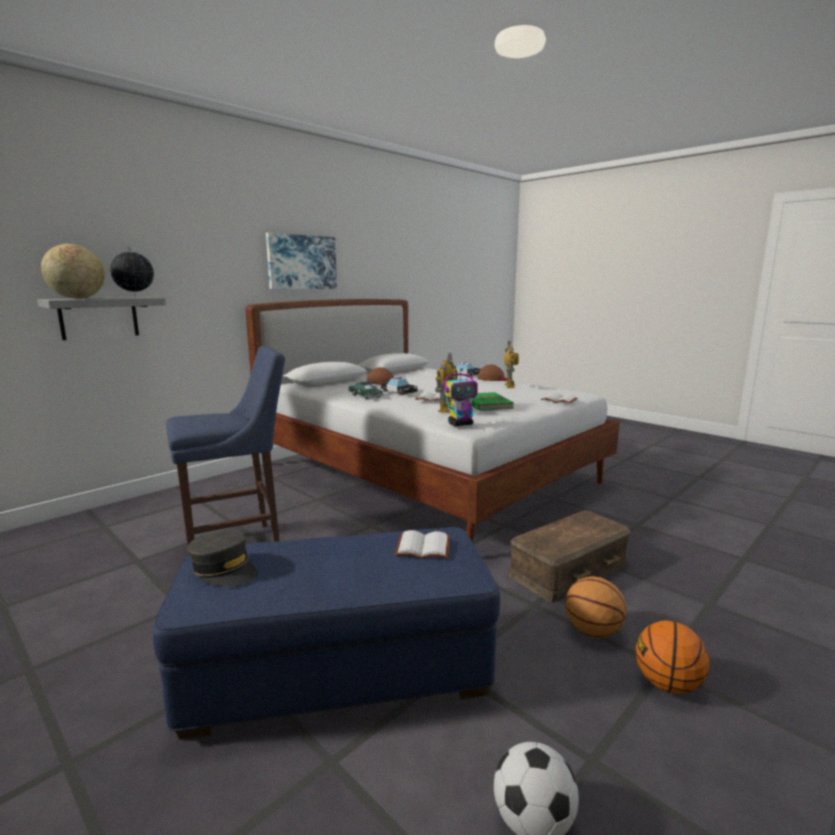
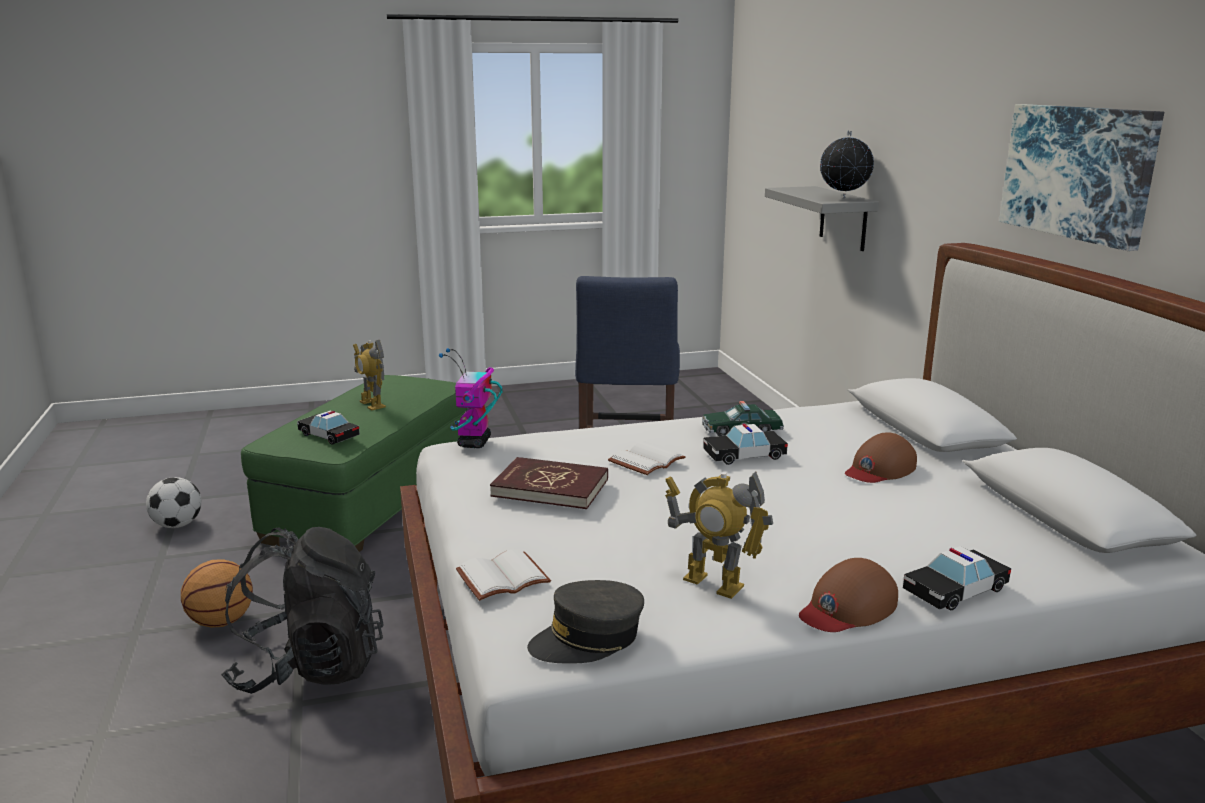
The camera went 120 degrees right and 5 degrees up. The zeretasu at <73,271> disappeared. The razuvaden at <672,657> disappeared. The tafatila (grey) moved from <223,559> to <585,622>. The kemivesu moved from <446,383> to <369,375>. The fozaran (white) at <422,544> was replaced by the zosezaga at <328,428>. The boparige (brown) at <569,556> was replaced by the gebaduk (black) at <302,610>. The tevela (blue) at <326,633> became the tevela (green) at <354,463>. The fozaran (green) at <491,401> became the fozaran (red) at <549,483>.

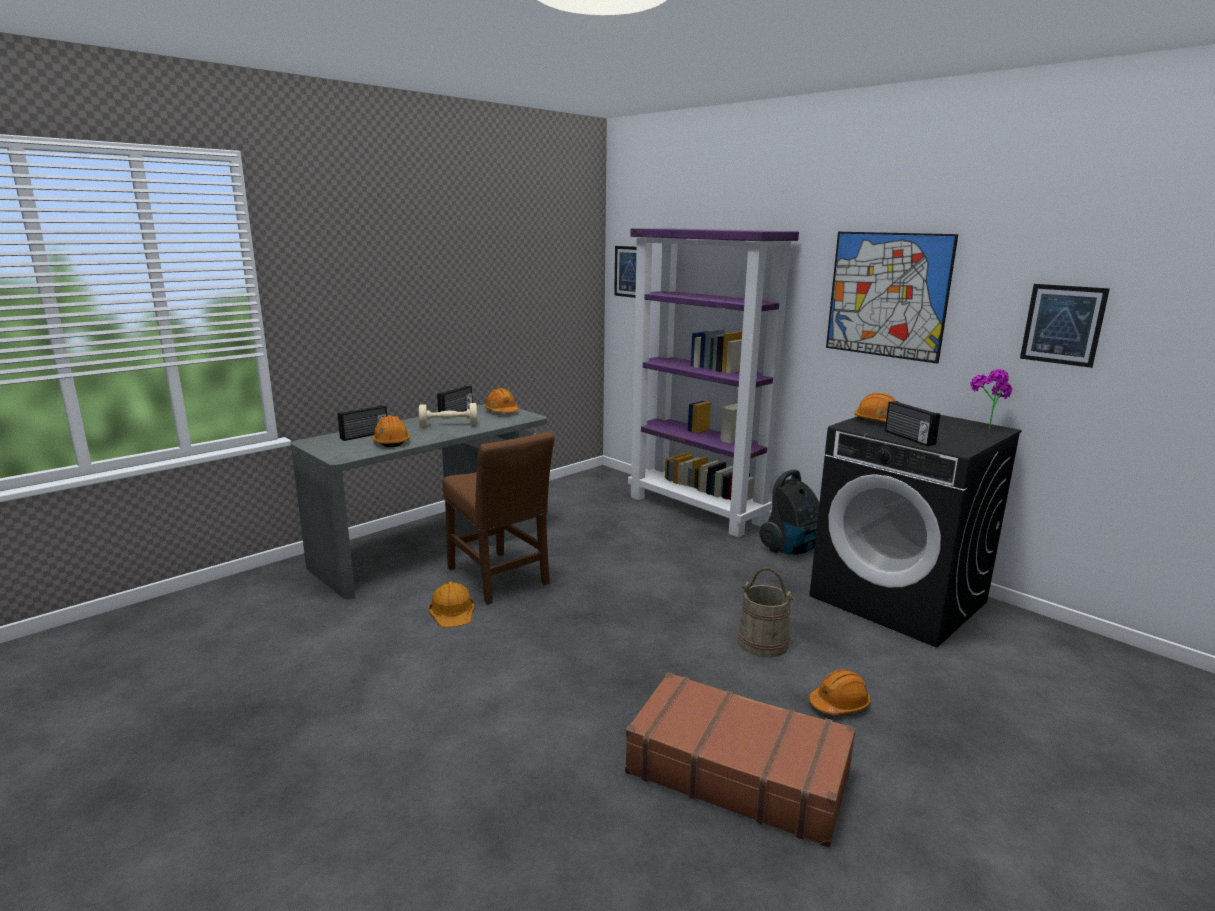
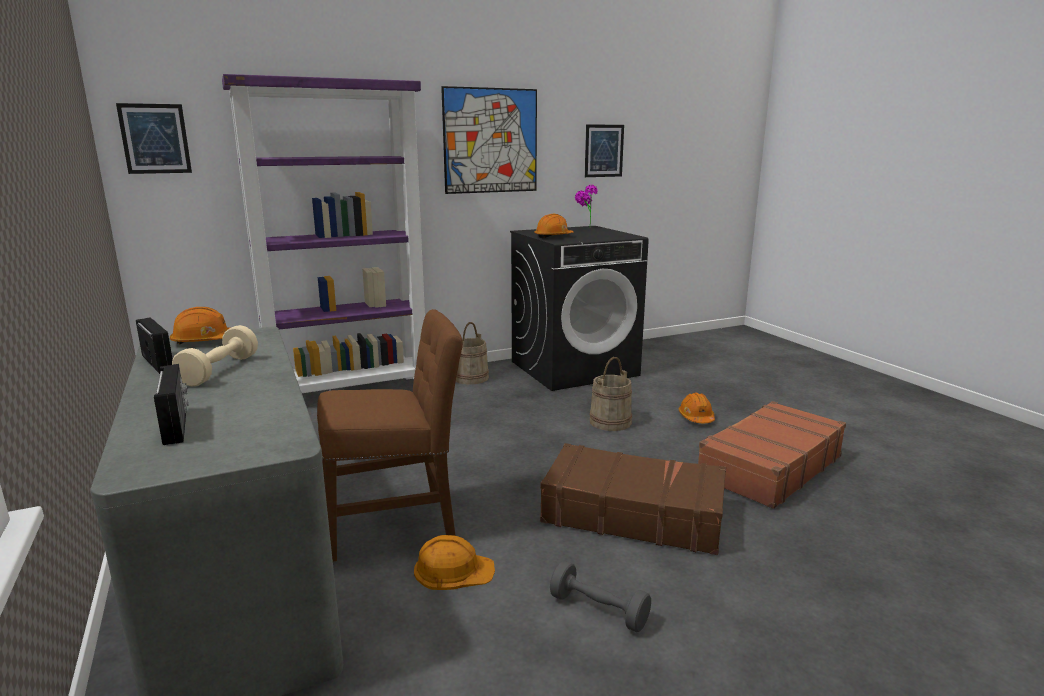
The camera went 70 degrees left and 0 degrees up. The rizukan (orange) at <391,431> disappeared. The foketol at <912,423> disappeared. The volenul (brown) at <633,499> appeared. The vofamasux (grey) at <600,596> appeared. The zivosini at <789,512> was replaced by the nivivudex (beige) at <472,353>.

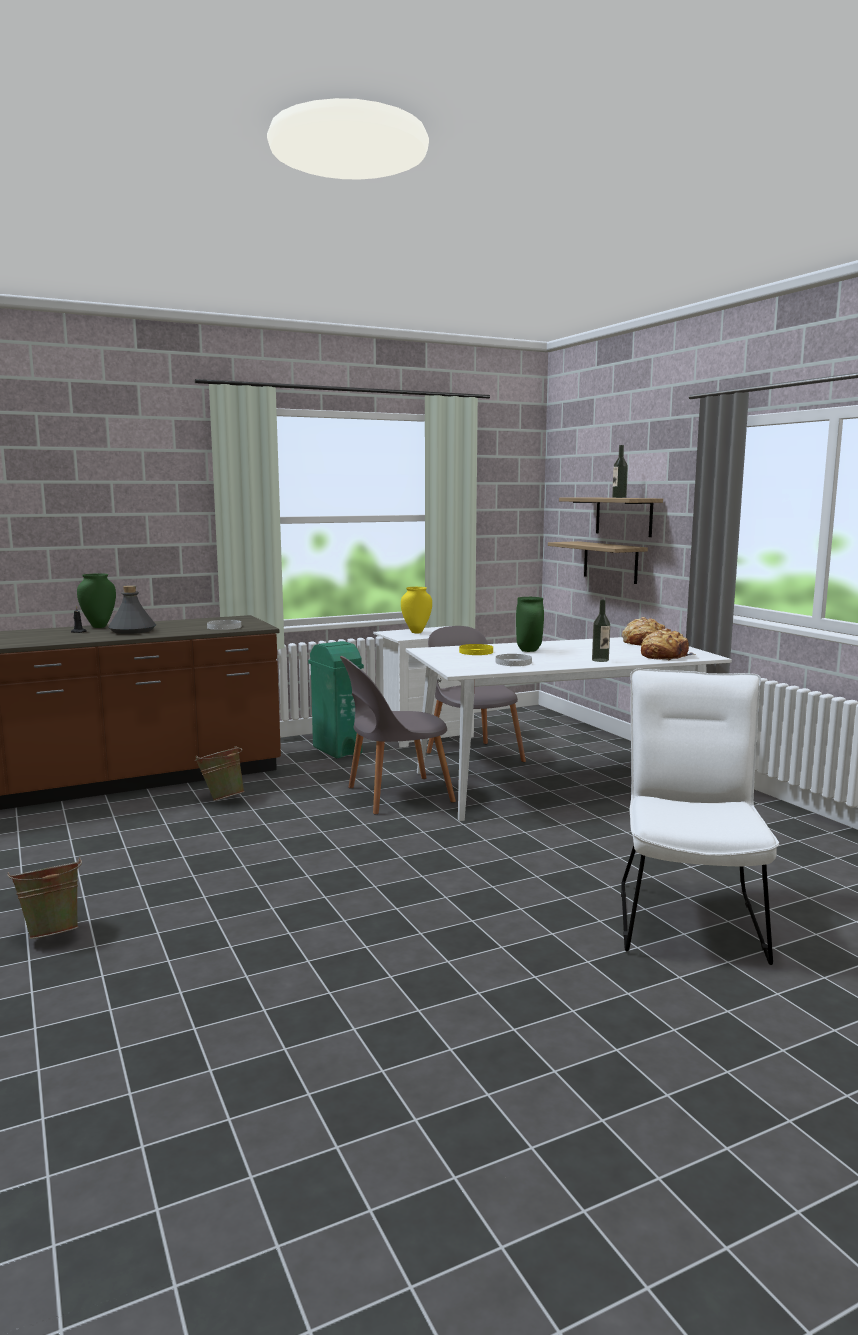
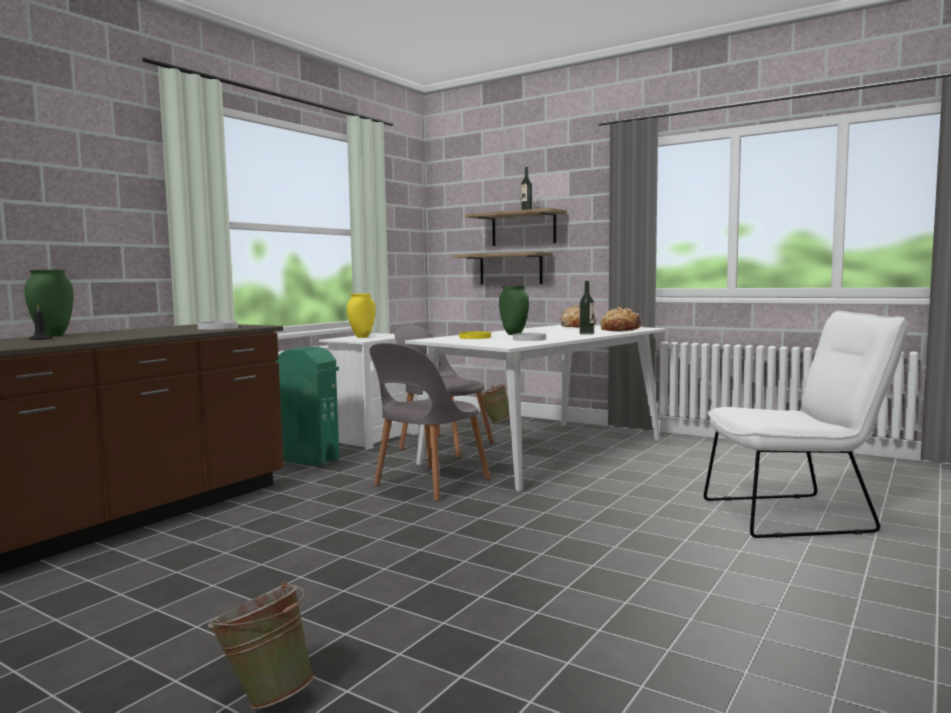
The camera went 30 degrees left and 5 degrees down. The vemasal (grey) at <132,609> disappeared. The nivivudex (green) moved from <220,773> to <493,403>. The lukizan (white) at <700,816> turned 105 degrees clockwise.

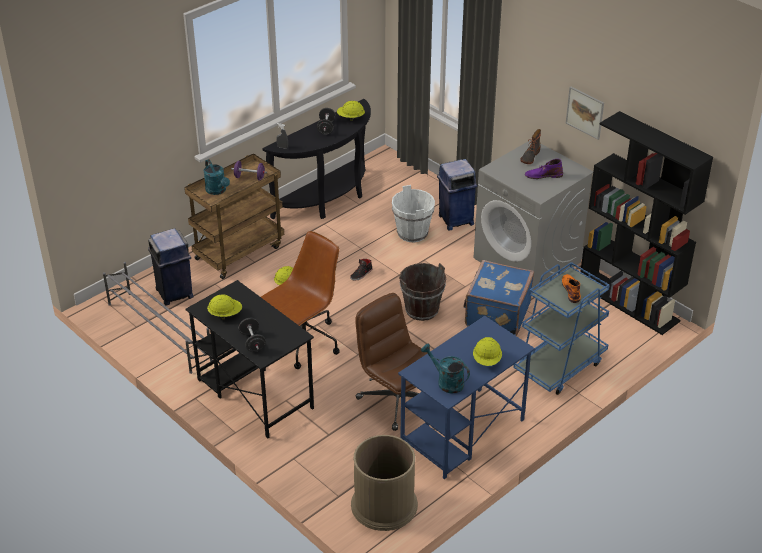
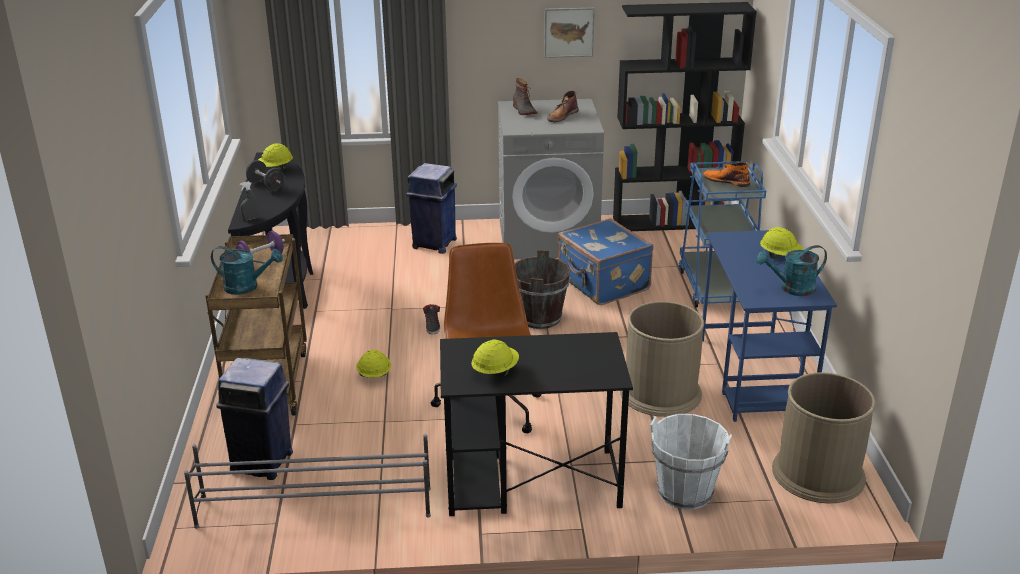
The camera went 50 degrees left and 10 degrees down. The vofamasux (black) at <252,335> disappeared. The nivivudex (white) moved from <413,213> to <691,462>. The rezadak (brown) at <391,362> was replaced by the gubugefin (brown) at <662,359>. The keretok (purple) at <544,169> became the keretok (brown) at <562,106>.

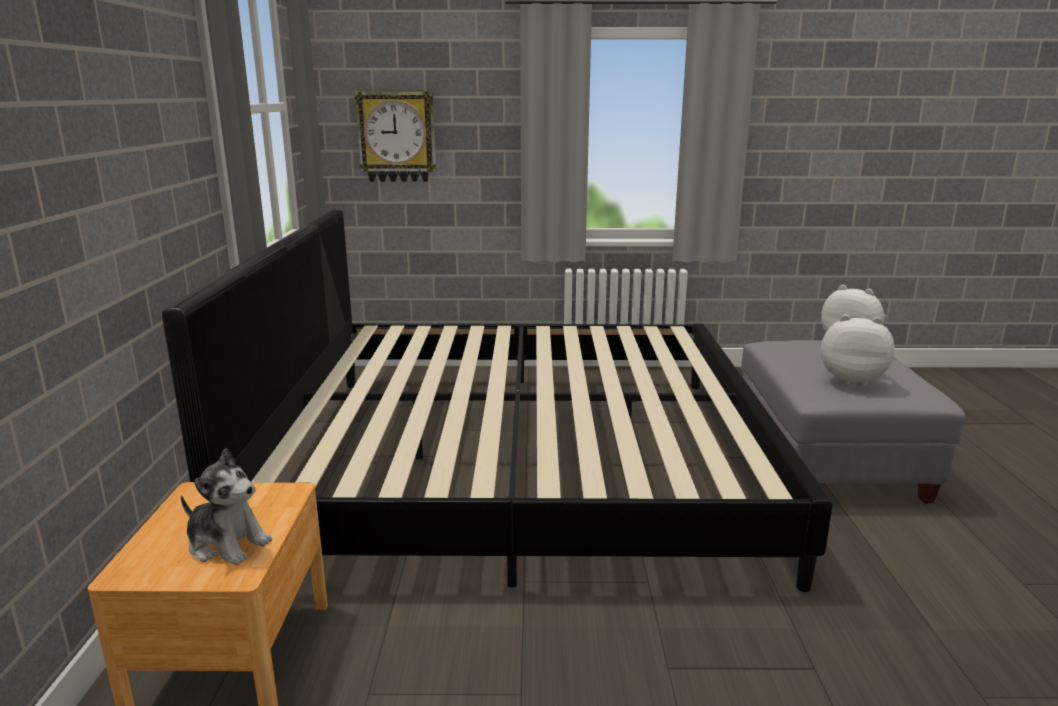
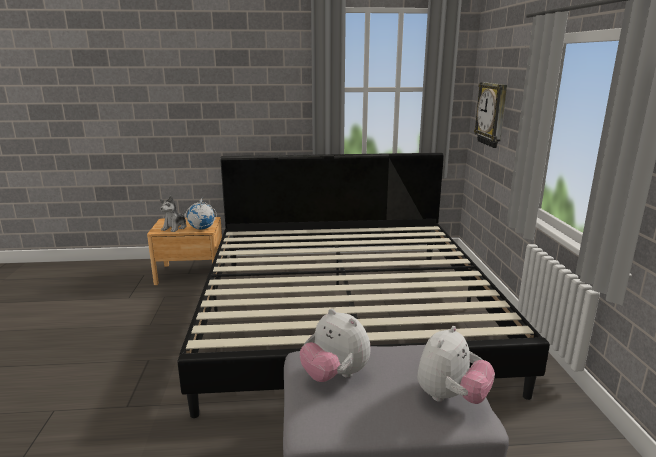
The camera went 85 degrees right and 0 degrees up. The zeretasu at <201,214> appeared. The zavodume at <858,351> turned 120 degrees clockwise.

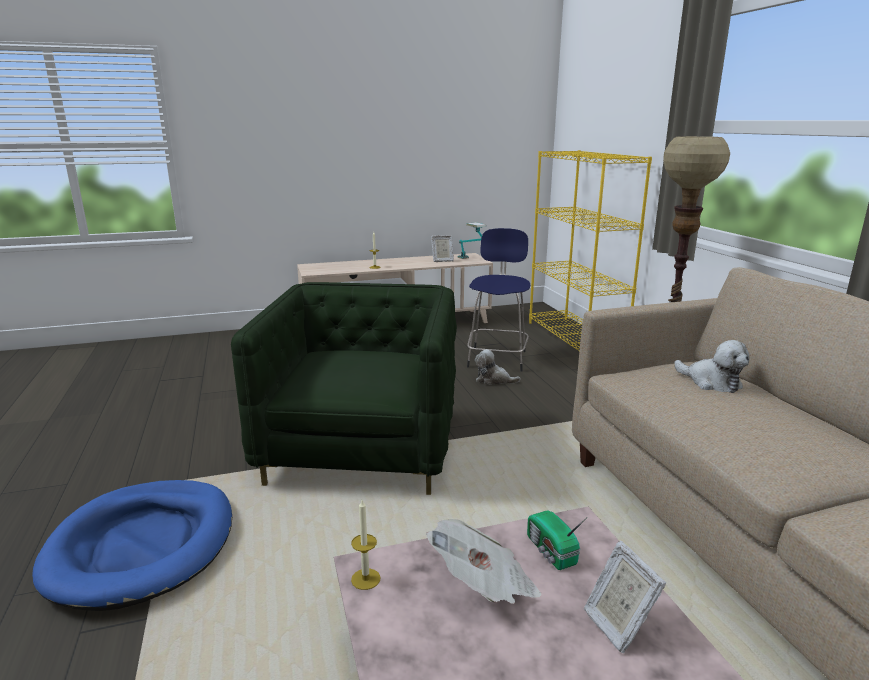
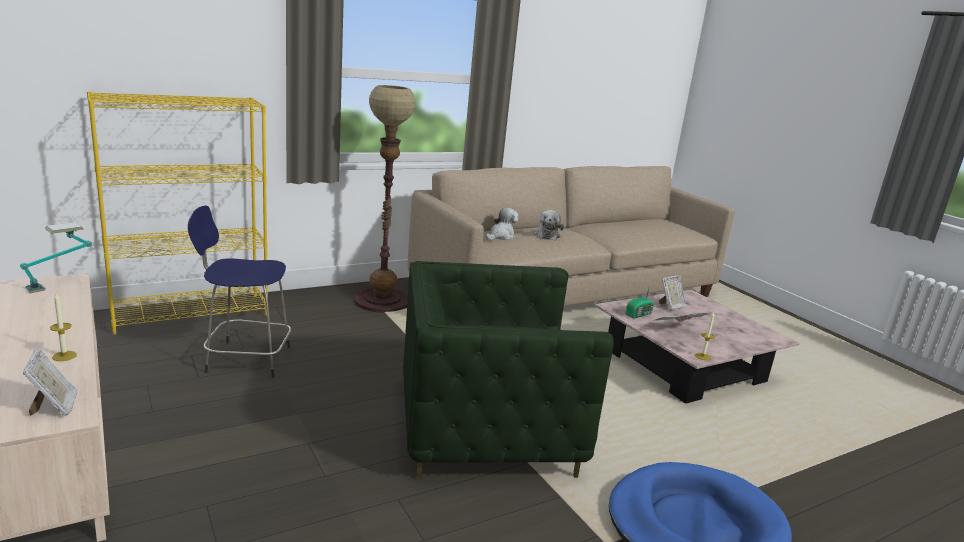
The camera went 105 degrees left and 0 degrees up. The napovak moved from <442,248> to <50,382>. The zavodume moved from <498,367> to <549,225>.

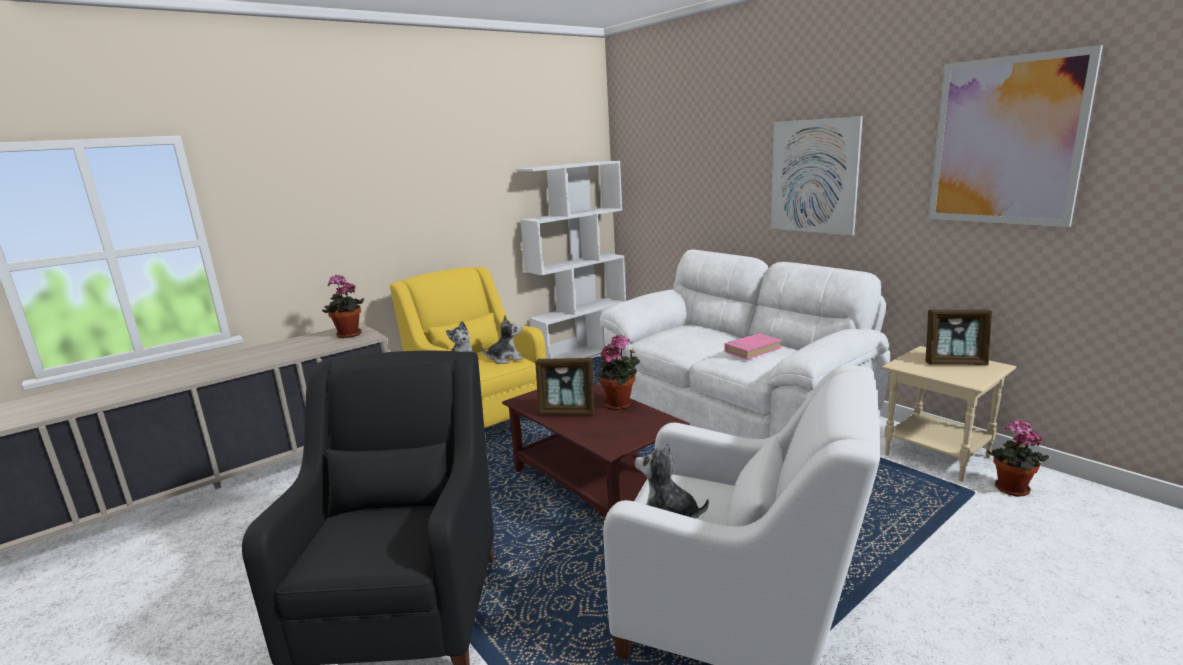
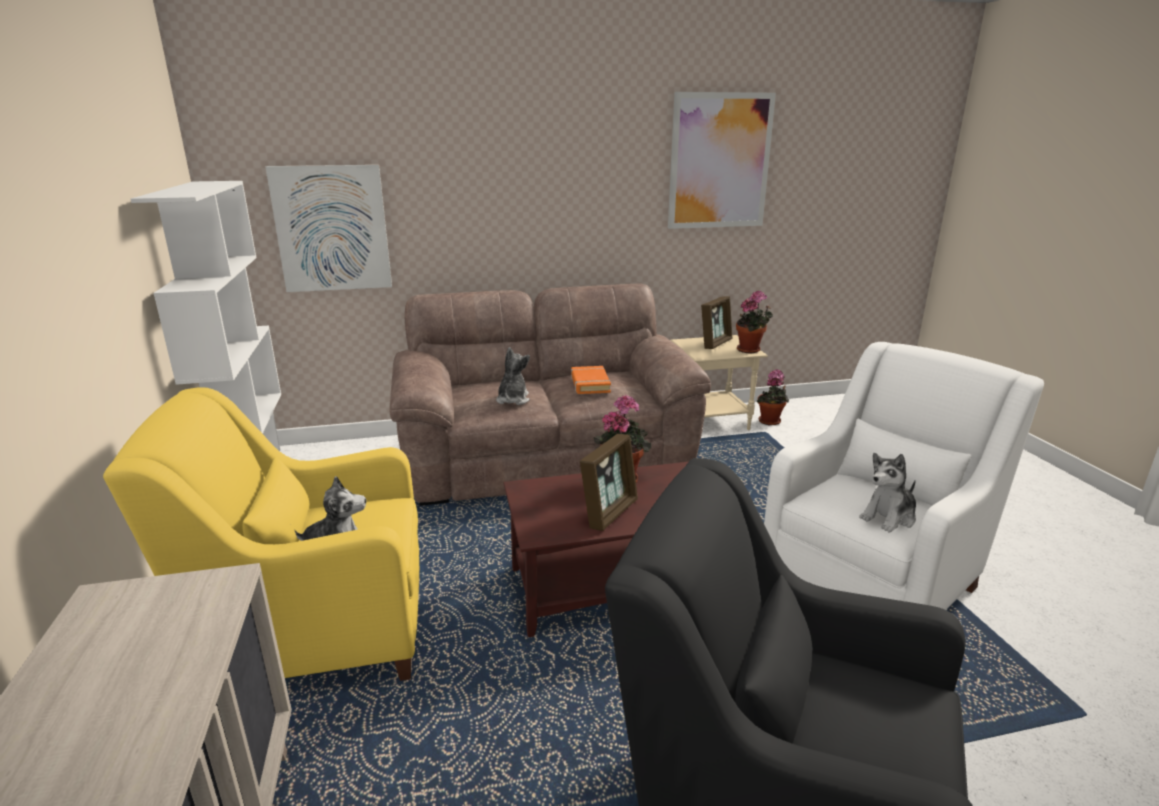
The camera went 65 degrees left and 5 degrees up. The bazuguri moved from <343,306> to <754,322>. The zavodume moved from <501,339> to <513,376>. The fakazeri moved from <817,176> to <328,228>. The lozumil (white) at <745,344> became the lozumil (brown) at <550,394>. The fozaran (pink) at <753,346> became the fozaran (orange) at <591,380>.

